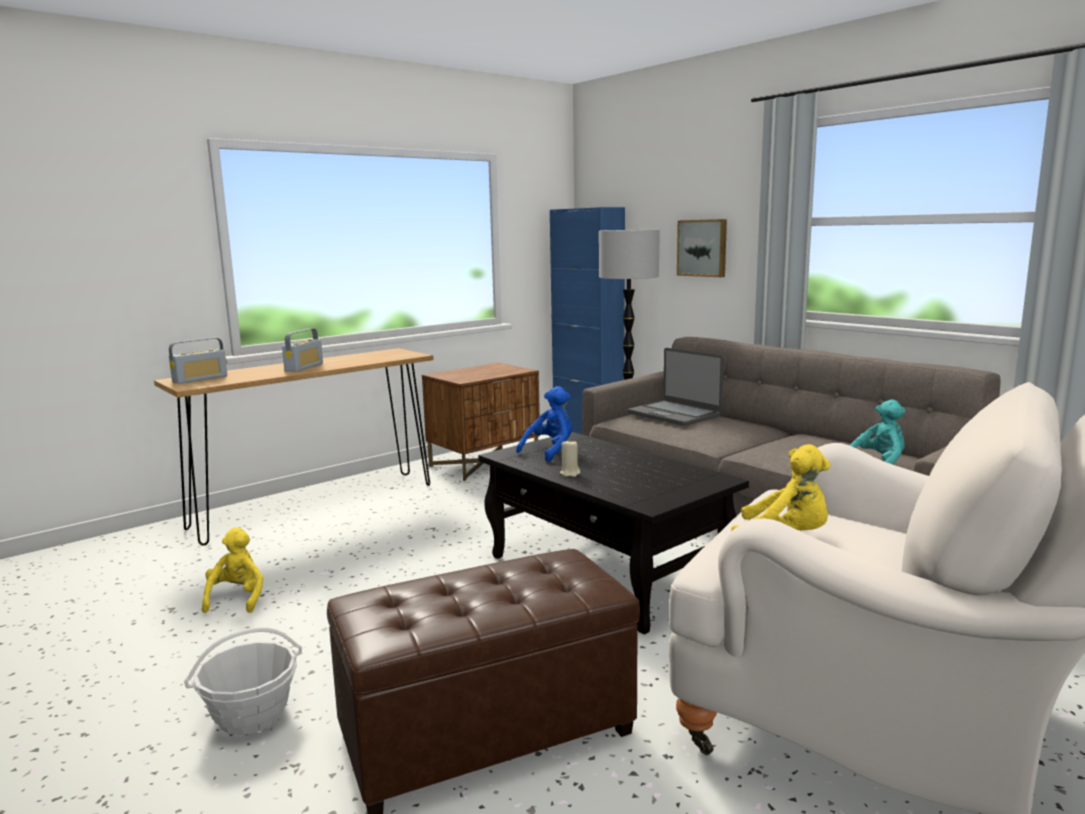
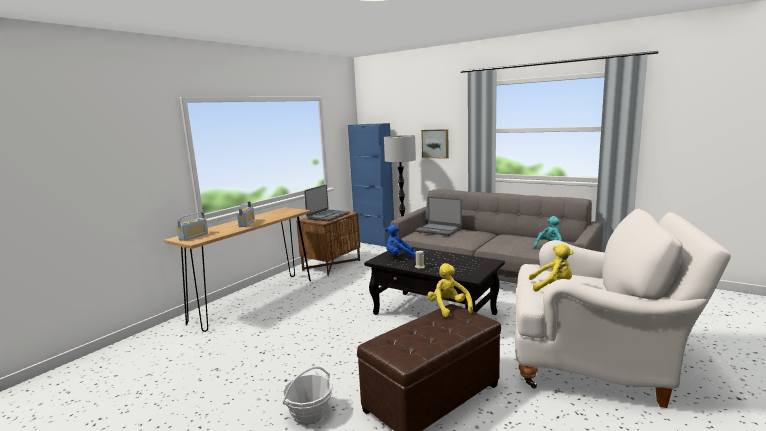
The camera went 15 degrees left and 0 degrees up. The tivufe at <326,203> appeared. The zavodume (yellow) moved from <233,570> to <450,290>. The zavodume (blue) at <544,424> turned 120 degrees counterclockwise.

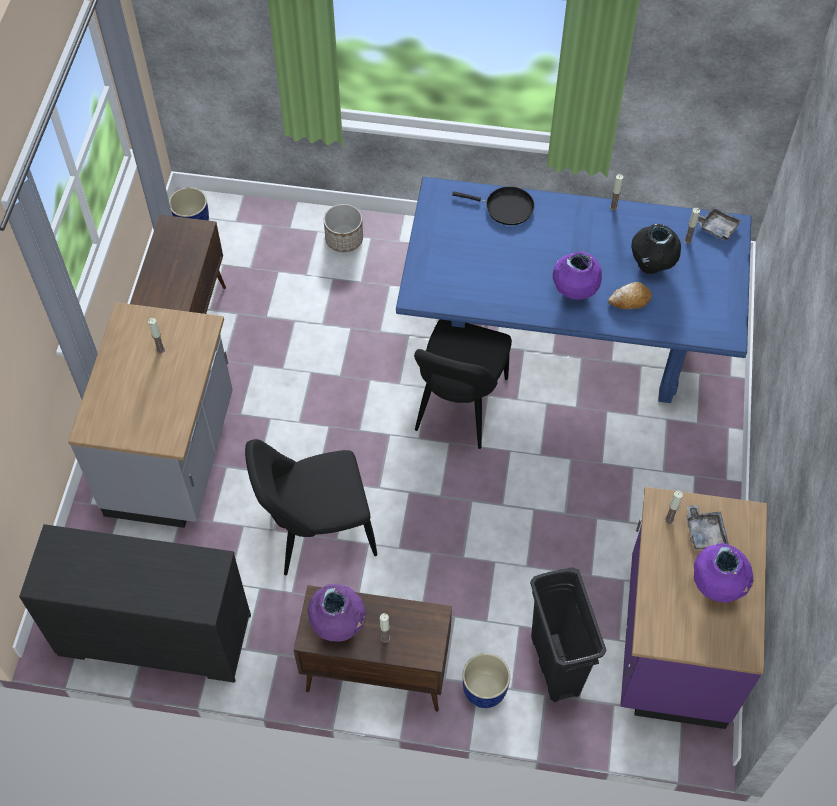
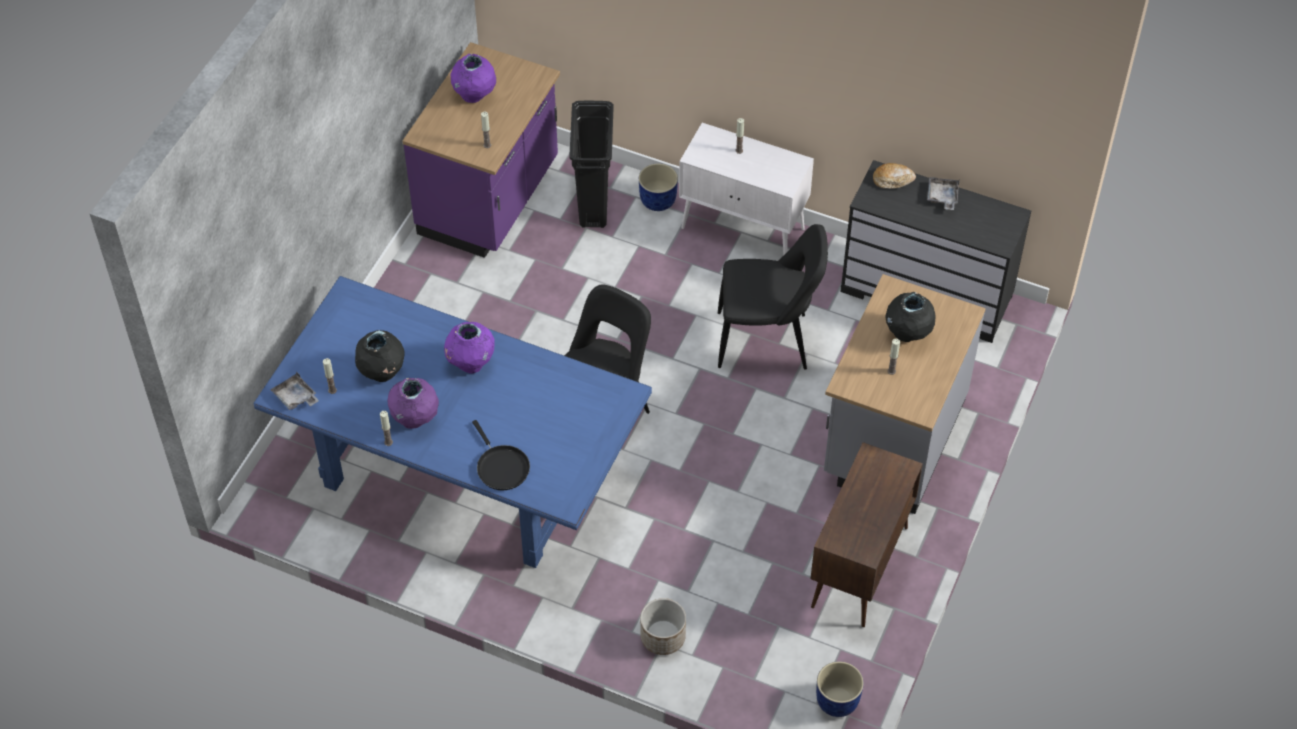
The camera went 165 degrees left and 5 degrees down. The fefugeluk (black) at <910,317> appeared. The fefugeluk (purple) moved from <337,613> to <413,403>. The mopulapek moved from <630,295> to <894,176>. The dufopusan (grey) moved from <707,527> to <943,193>. The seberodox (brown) at <373,648> became the seberodox (white) at <746,189>. The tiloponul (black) at <493,205> turned 150 degrees counterclockwise.

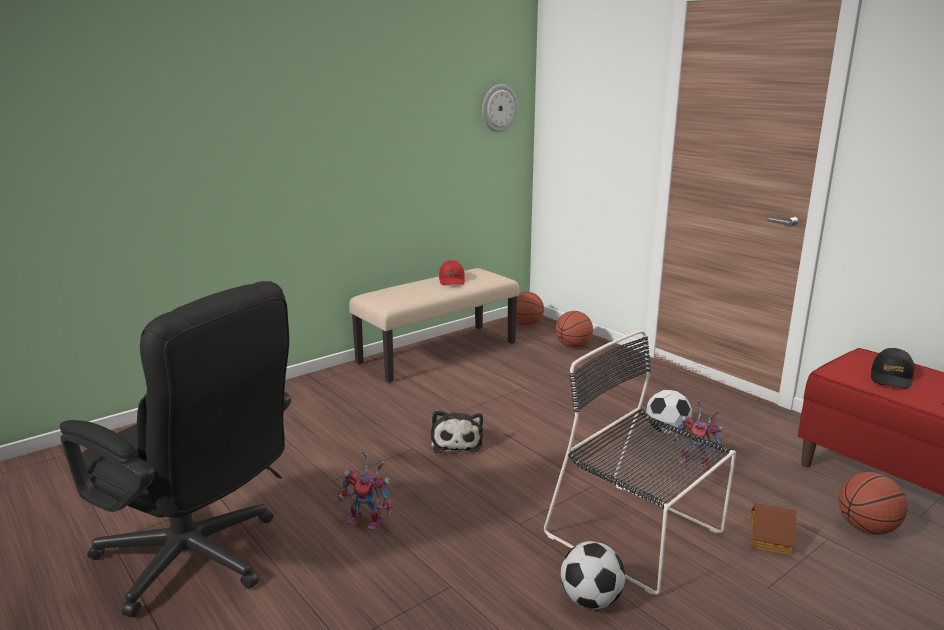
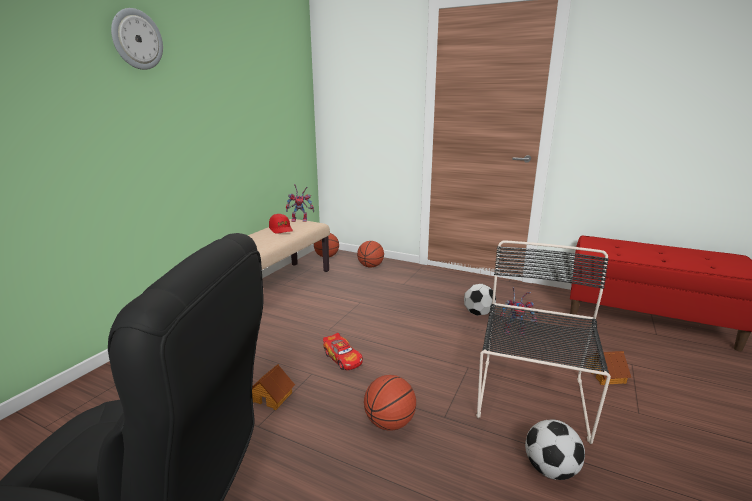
The camera went 25 degrees left and 0 degrees up. The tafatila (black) at <893,368> disappeared. The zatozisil at <273,387> appeared. The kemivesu moved from <364,490> to <300,203>. The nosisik moved from <500,108> to <137,39>. The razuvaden moved from <873,503> to <390,403>. The zavodume at <457,431> was replaced by the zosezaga at <343,351>. The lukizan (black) at <640,462> turned 90 degrees clockwise.

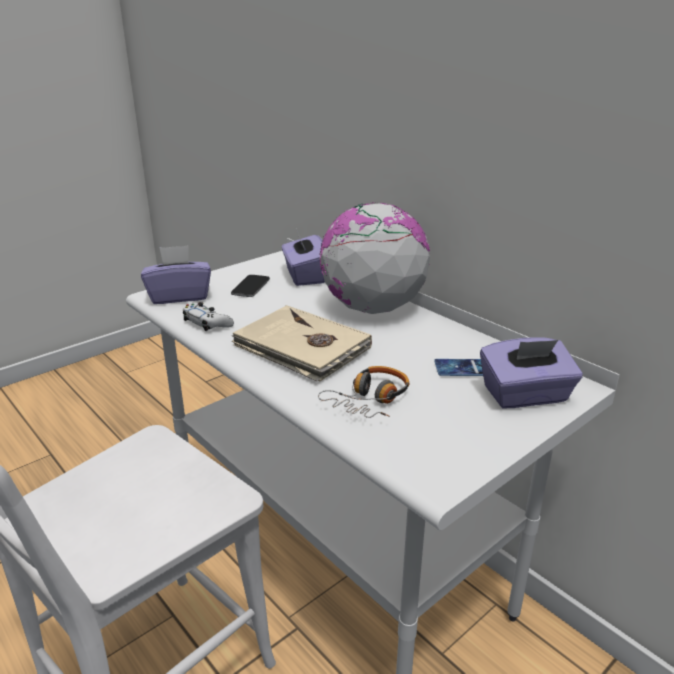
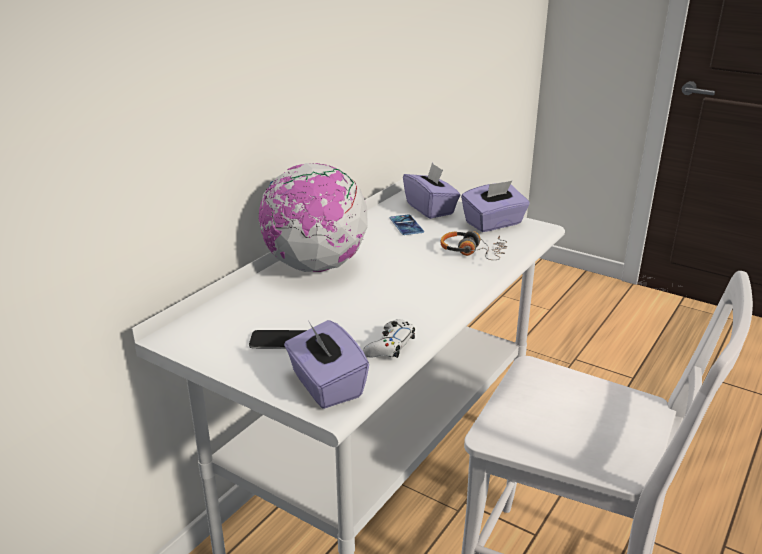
The camera went 105 degrees left and 0 degrees up. The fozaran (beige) at <301,343> disappeared. The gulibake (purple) moved from <303,257> to <495,206>.

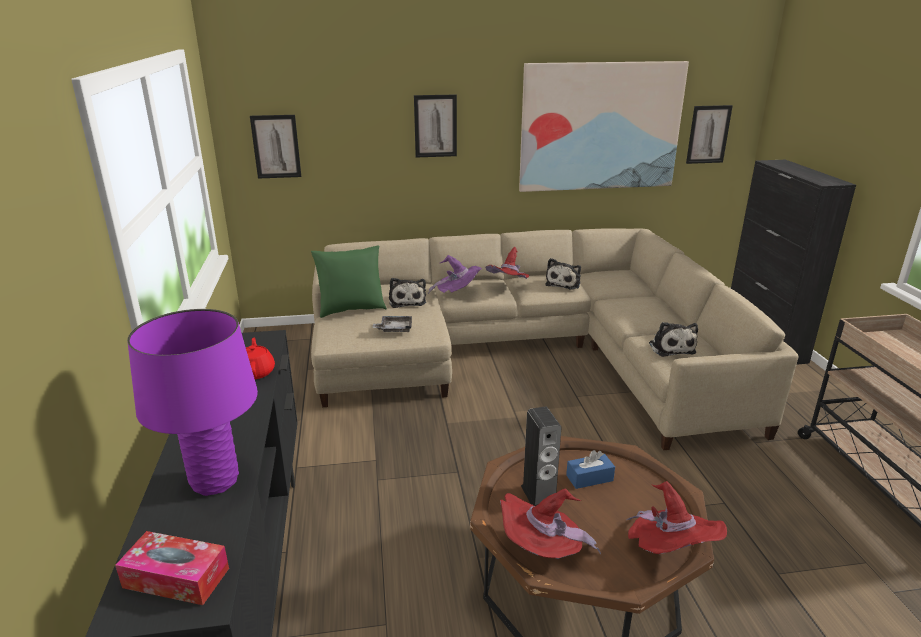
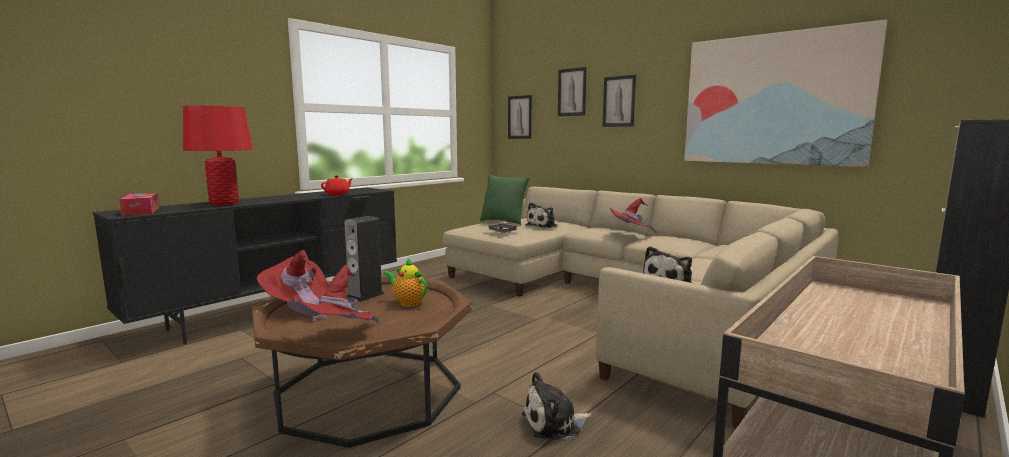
The camera went 50 degrees right and 15 degrees down. The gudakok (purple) at <455,274> disappeared. The zavodume moved from <563,274> to <556,406>. The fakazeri moved from <709,134> to <572,91>. The gulibake (blue) at <590,469> was replaced by the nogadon at <405,282>. The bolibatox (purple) at <192,402> became the bolibatox (red) at <218,156>.

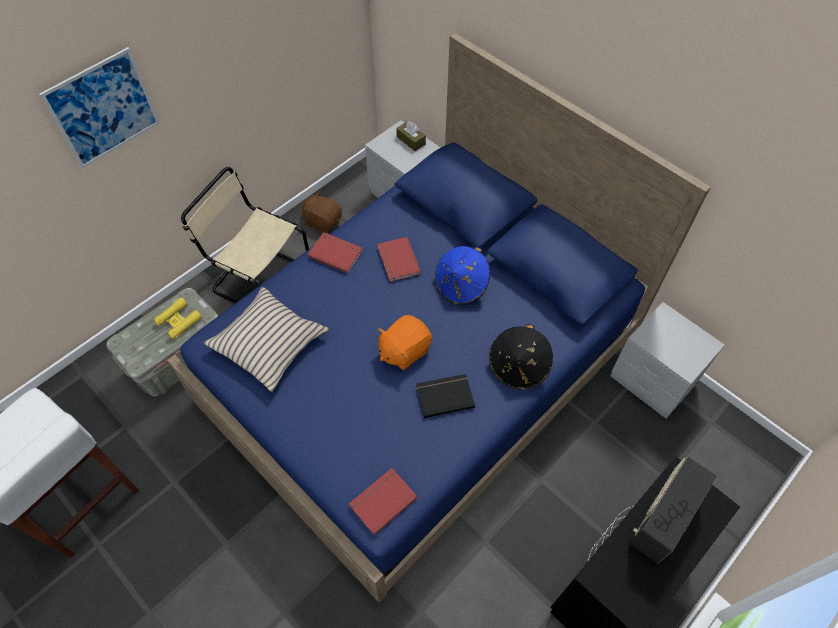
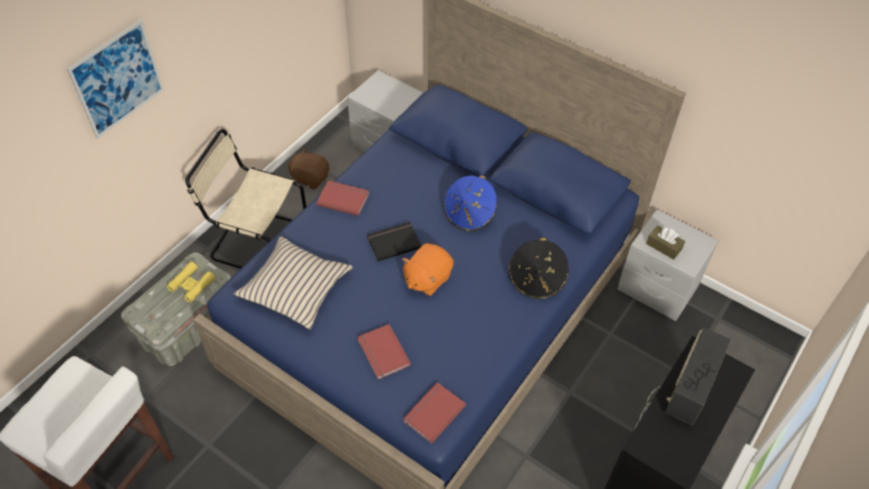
The camera went 10 degrees left and 5 degrees down. The fozaran (red) moved from <399,259> to <384,351>. The gulibake (brown) moved from <411,136> to <665,243>. The fozaran (black) moved from <445,396> to <394,241>.

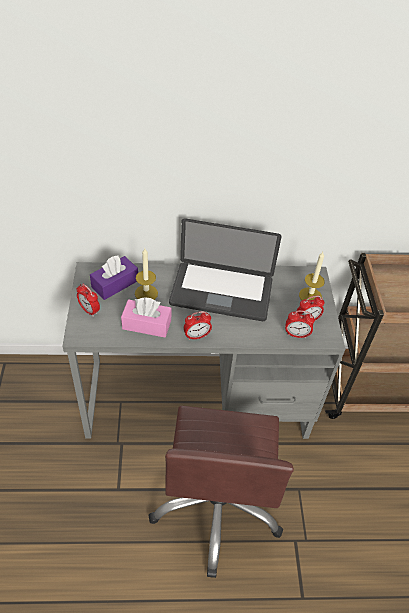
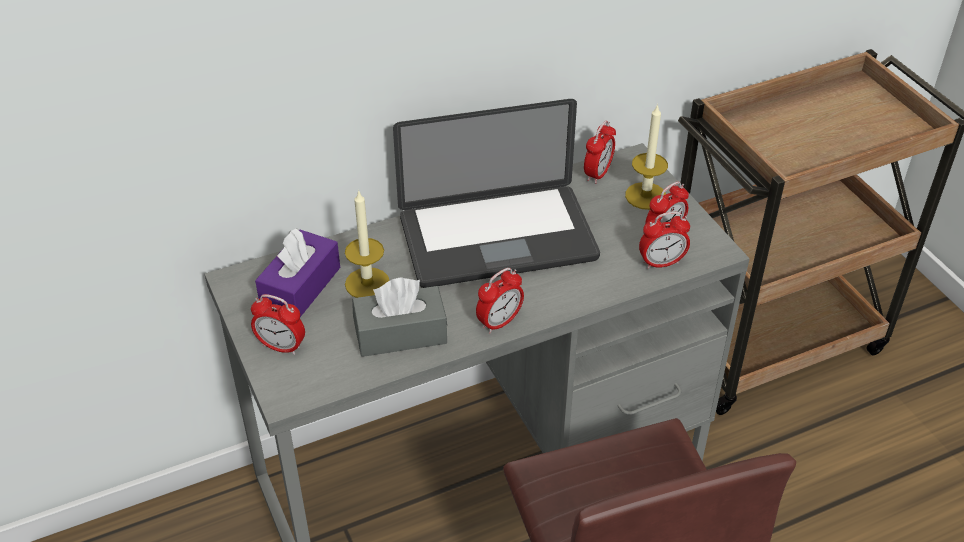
The camera went 20 degrees left and 5 degrees down. The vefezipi at <600,152> appeared. The gulibake (pink) at <146,317> became the gulibake (grey) at <399,317>.

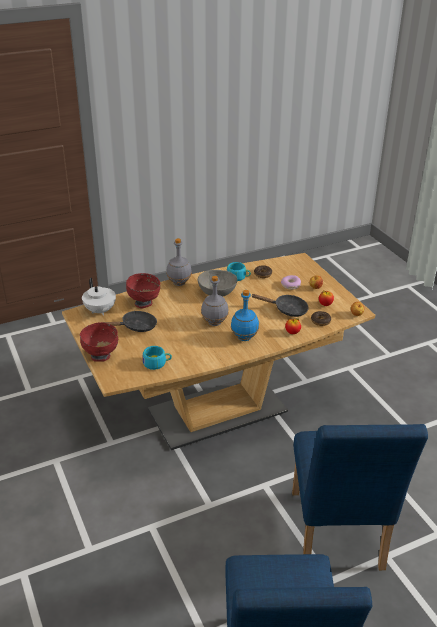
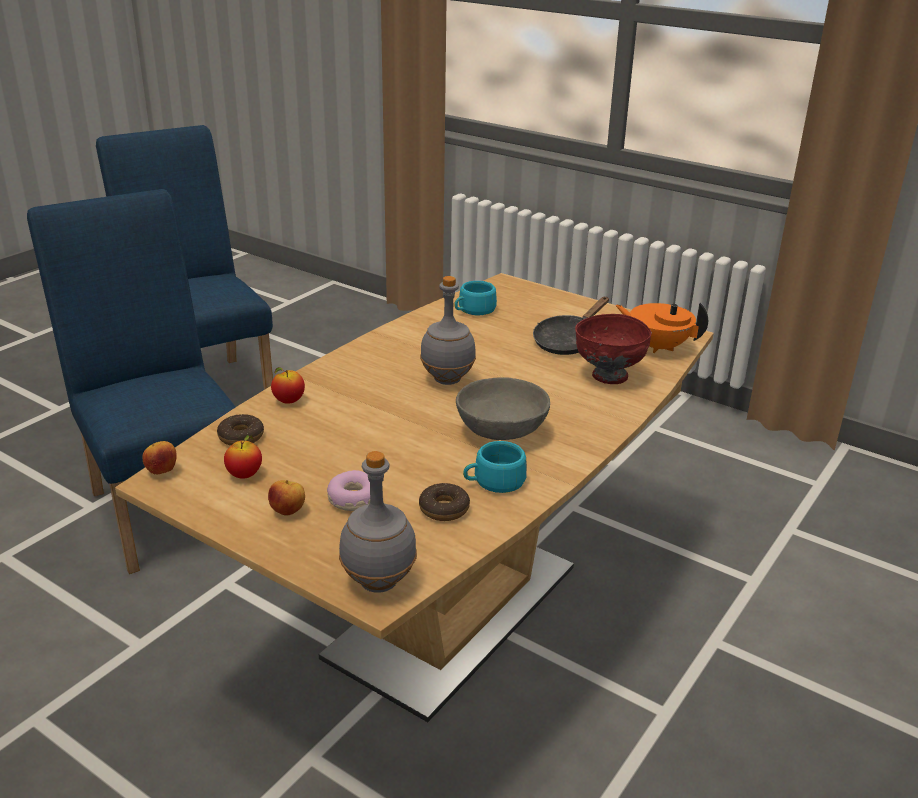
The camera went 150 degrees right and 5 degrees down. The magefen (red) at <99,342> disappeared. The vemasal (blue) at <245,315> disappeared. The tiloponul (black) at <280,305> disappeared. The vemasal (grey) moved from <179,262> to <378,522>. The nogadon (white) at <99,297> became the nogadon (orange) at <661,328>.

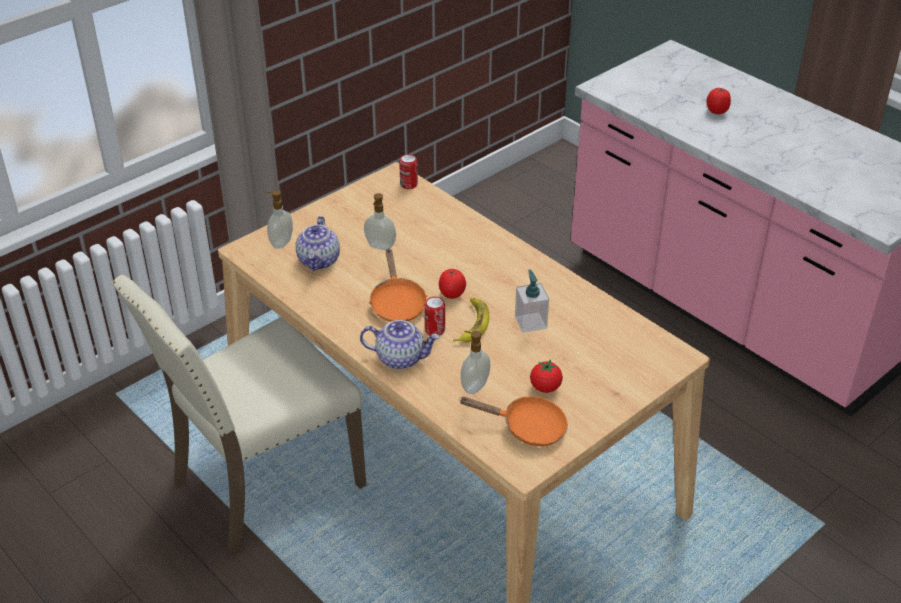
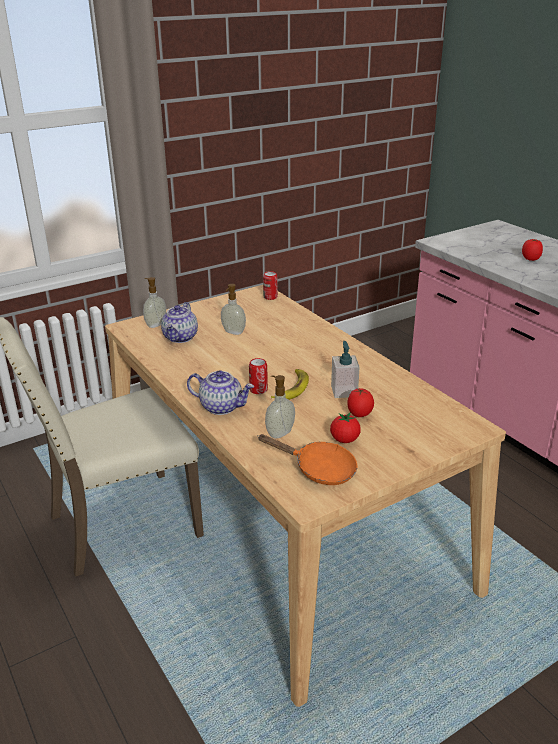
The camera went 10 degrees right and 10 degrees down. The tiloponul (orange) at <398,285> disappeared. The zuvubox moved from <452,284> to <360,402>.

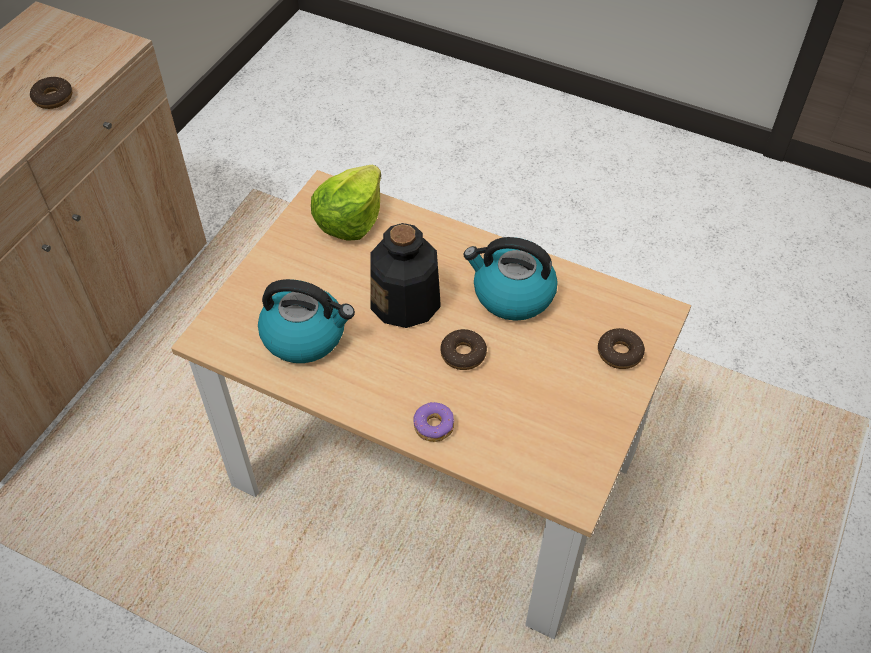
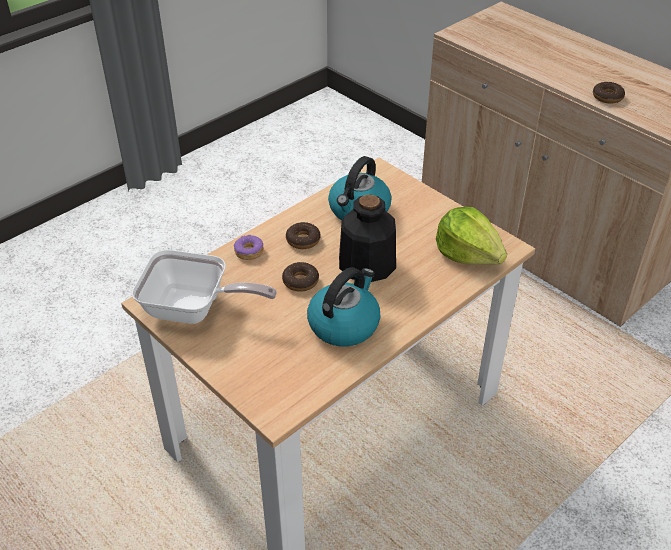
The camera went 110 degrees right and 10 degrees down. The tiloponul at <204,287> appeared. The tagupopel moved from <621,348> to <303,235>.

